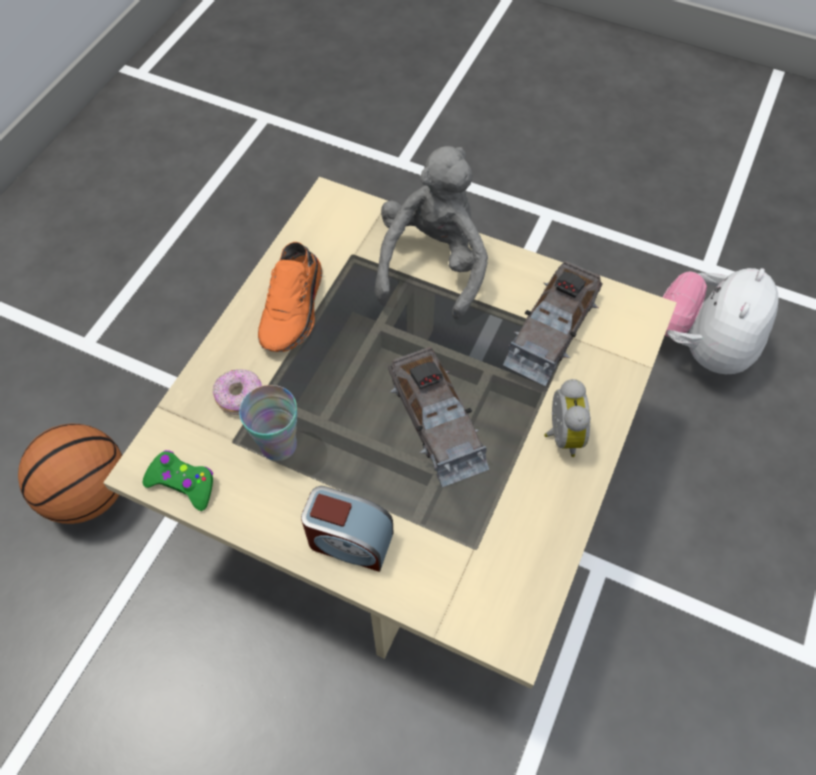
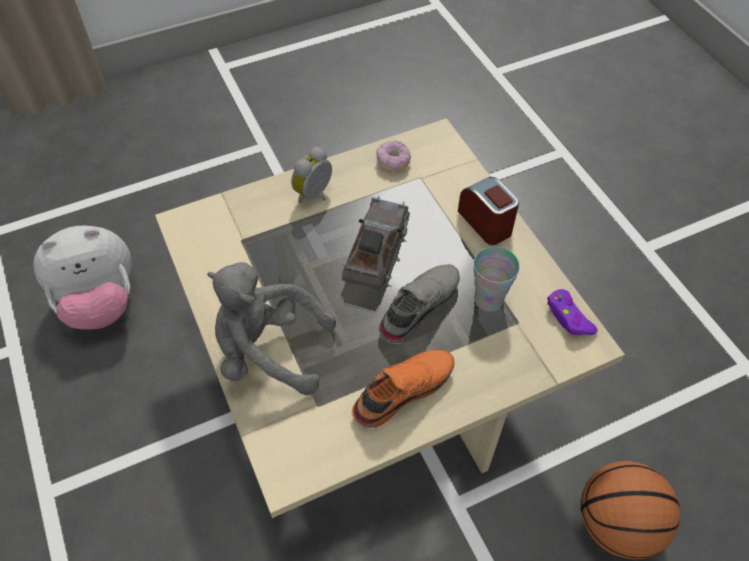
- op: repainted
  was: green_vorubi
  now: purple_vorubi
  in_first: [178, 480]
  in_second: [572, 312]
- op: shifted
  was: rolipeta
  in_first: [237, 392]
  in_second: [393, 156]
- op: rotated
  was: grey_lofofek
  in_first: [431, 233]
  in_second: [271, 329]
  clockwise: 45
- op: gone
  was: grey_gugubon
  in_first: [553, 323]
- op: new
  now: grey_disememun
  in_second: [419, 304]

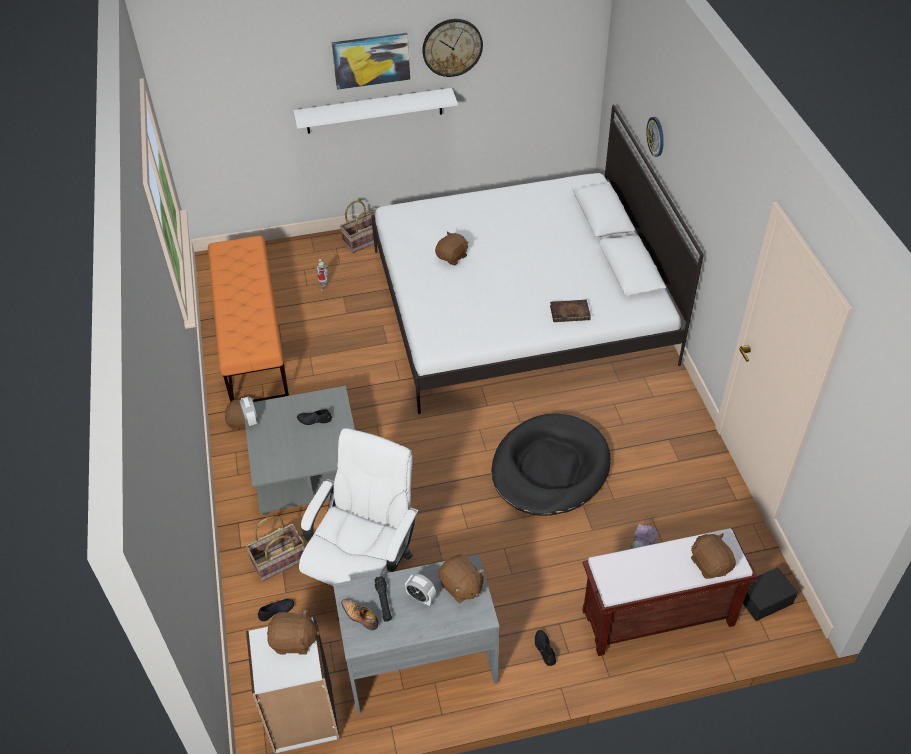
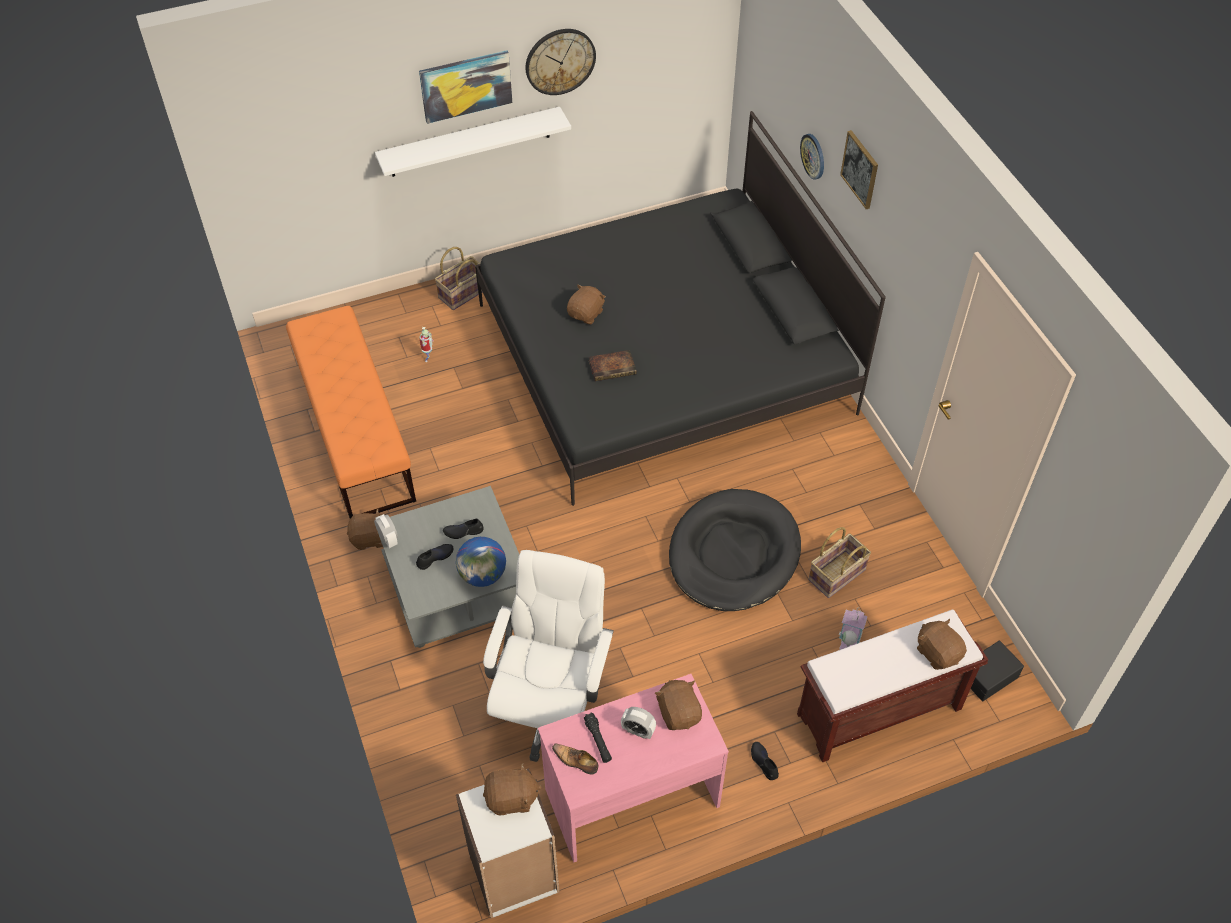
- op: shifted
  was: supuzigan
  in_first: [275, 548]
  in_second: [839, 562]
- op: shifted
  was: black_disememun
  in_first: [276, 610]
  in_second: [434, 557]
- op: repainted
  was: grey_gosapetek
  now: pink_gosapetek
  in_first: [416, 634]
  in_second: [633, 768]
- op: repainted
  was: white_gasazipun
  now: black_gasazipun
  in_first: [537, 259]
  in_second: [680, 308]
- op: rotated
  was: brown_lofofek
  in_first: [461, 579]
  in_second: [678, 705]
  clockwise: -150
- op: shifted
  was: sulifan
  in_first: [570, 311]
  in_second: [613, 365]
- op: new
  now: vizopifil
  in_second: [481, 562]
- op: new
  now: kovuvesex
  in_second: [859, 169]

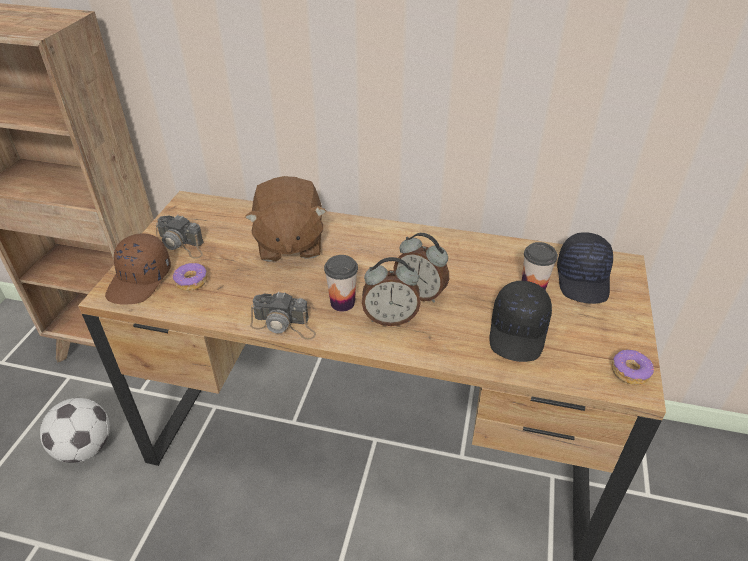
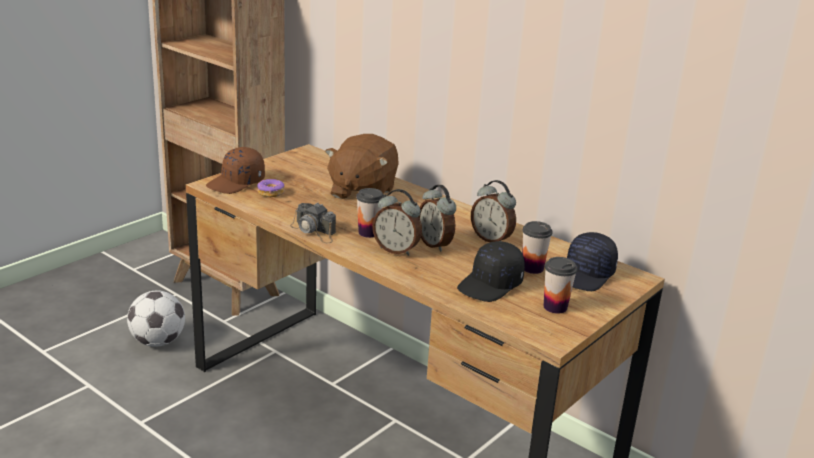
- op: gone
  was: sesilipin
  in_first: [180, 236]
- op: gone
  was: rolipeta
  in_first: [632, 367]
- op: new
  now: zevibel
  in_second: [493, 211]
- op: new
  now: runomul
  in_second: [560, 285]

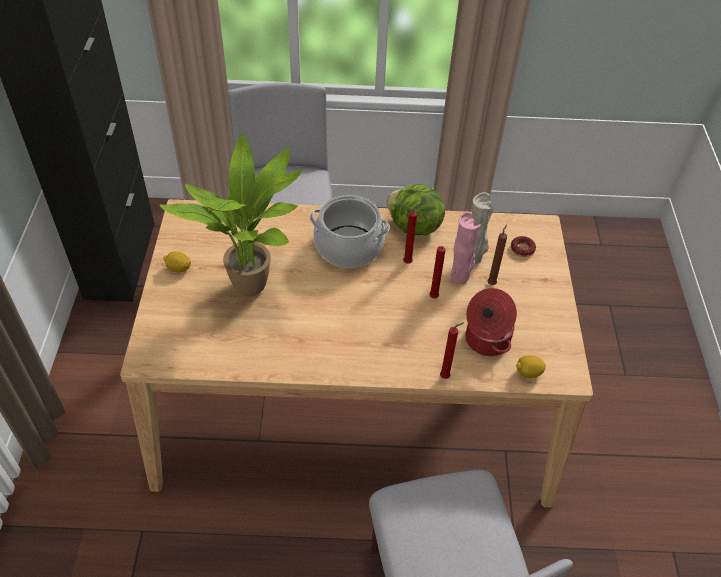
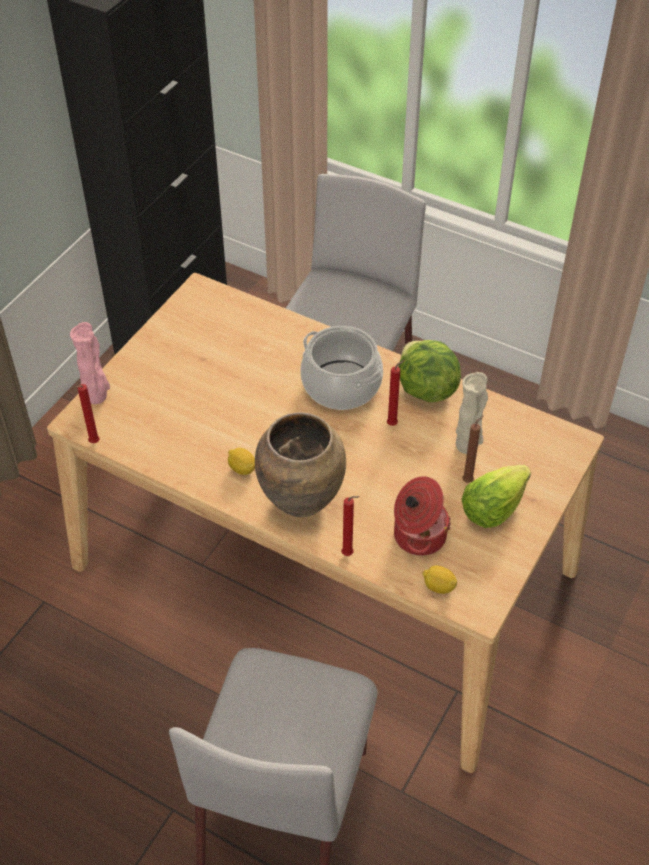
- op: gone
  was: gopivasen
  in_first: [231, 215]
- op: shifted
  was: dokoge
  in_first: [177, 261]
  in_second: [241, 461]
- op: shifted
  was: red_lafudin
  in_first: [437, 272]
  in_second: [87, 413]
- op: shifted
  was: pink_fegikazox
  in_first: [465, 247]
  in_second: [90, 363]
- op: gone
  was: rolipeta
  in_first: [523, 246]
- op: new
  now: brown_fegikazox
  in_second: [300, 464]
- op: new
  now: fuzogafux
  in_second: [496, 496]

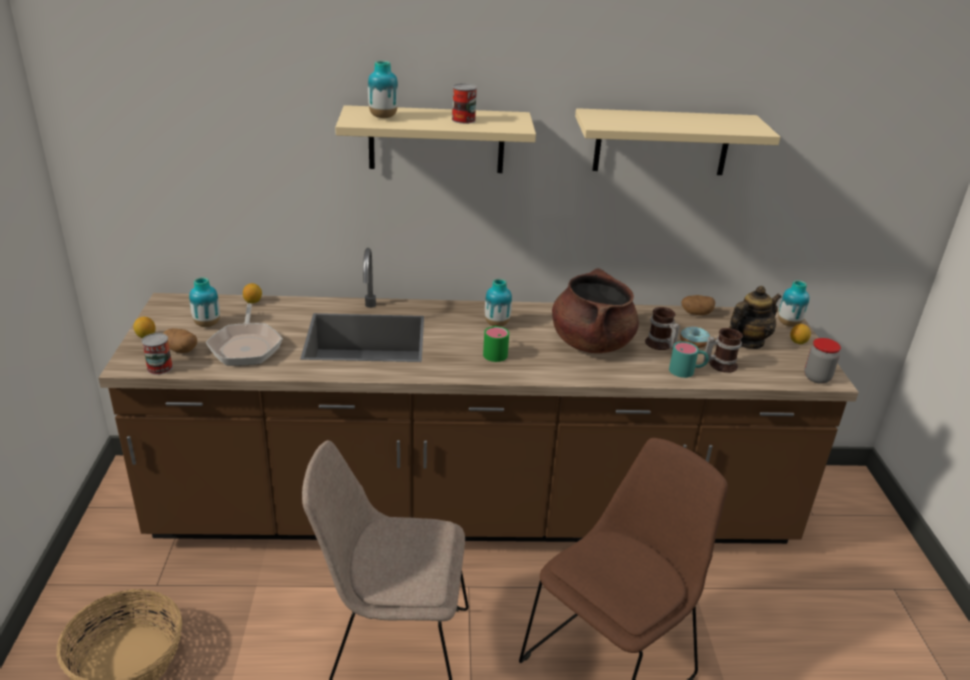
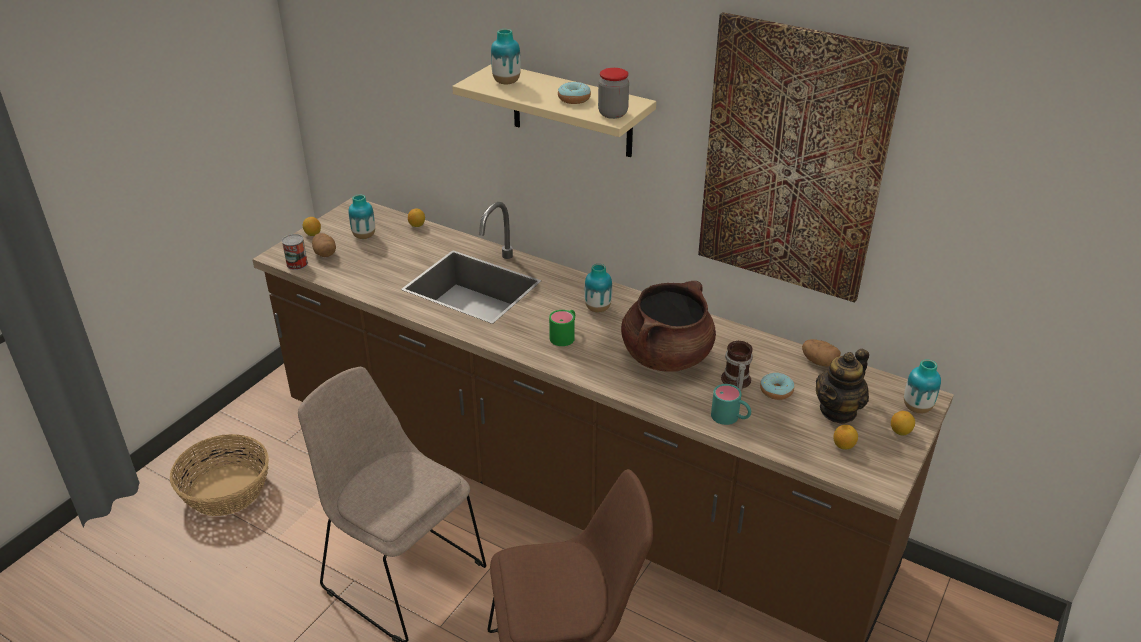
- op: gone
  was: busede
  in_first: [244, 335]
- op: swapped
  was: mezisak
  now: rolipeta
  in_first: [464, 103]
  in_second: [574, 93]
- op: swapped
  was: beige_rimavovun
  now: kovuvesex
  in_first: [677, 141]
  in_second: [803, 157]
- op: gone
  was: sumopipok
  in_first: [723, 350]
- op: rotated
  was: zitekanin
  in_first: [755, 317]
  in_second: [842, 386]
  clockwise: 135
- op: shifted
  was: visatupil
  in_first: [822, 361]
  in_second: [613, 93]
- op: new
  now: dokoge
  in_second: [846, 437]

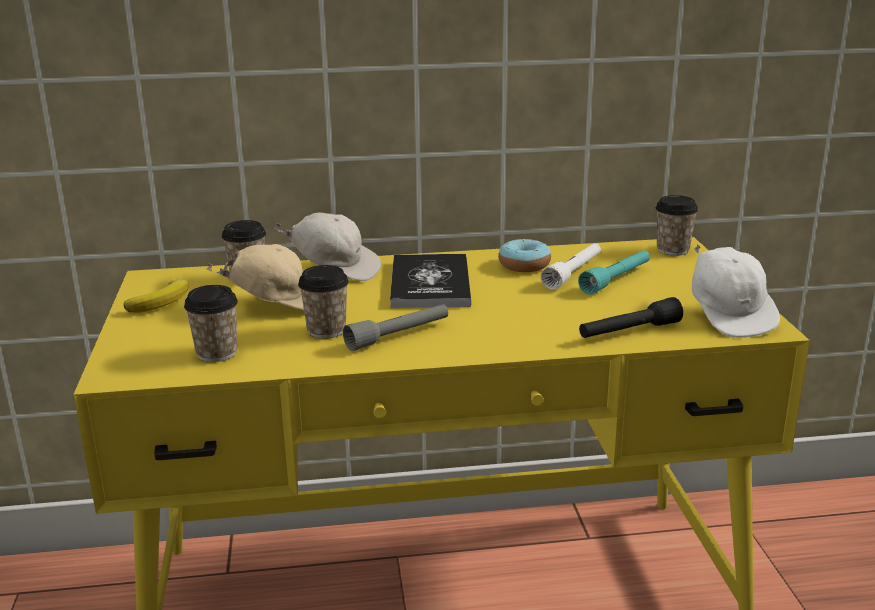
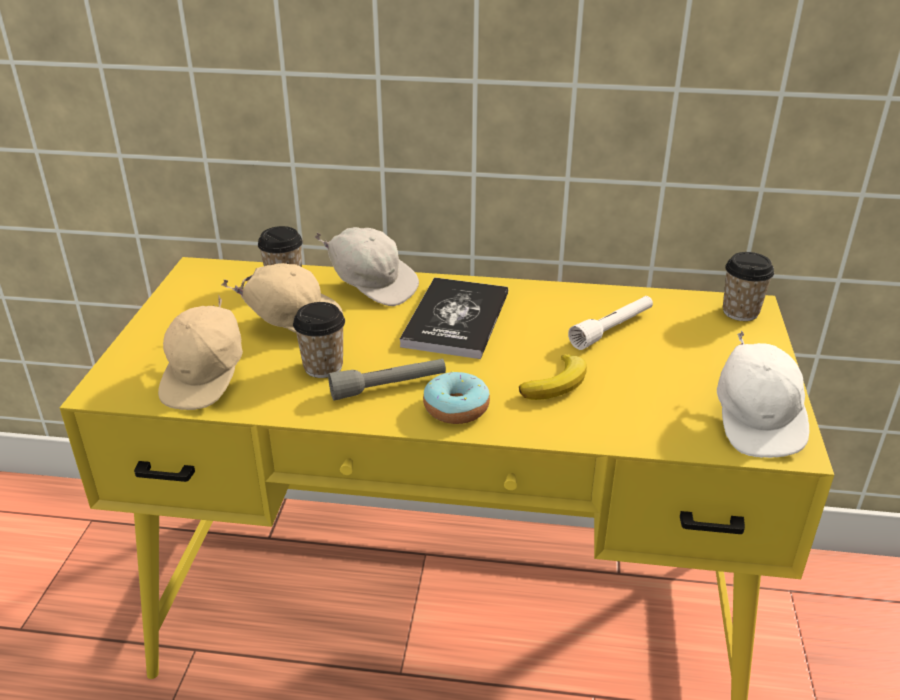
- op: shifted
  was: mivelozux
  in_first: [156, 296]
  in_second: [553, 377]
- op: swapped
  was: runomul
  now: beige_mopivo
  in_first: [211, 323]
  in_second: [200, 352]
- op: shifted
  was: rolipeta
  in_first: [524, 255]
  in_second: [456, 397]
- op: gone
  was: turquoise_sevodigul
  in_first: [614, 272]
- op: gone
  was: black_sevodigul
  in_first: [631, 317]

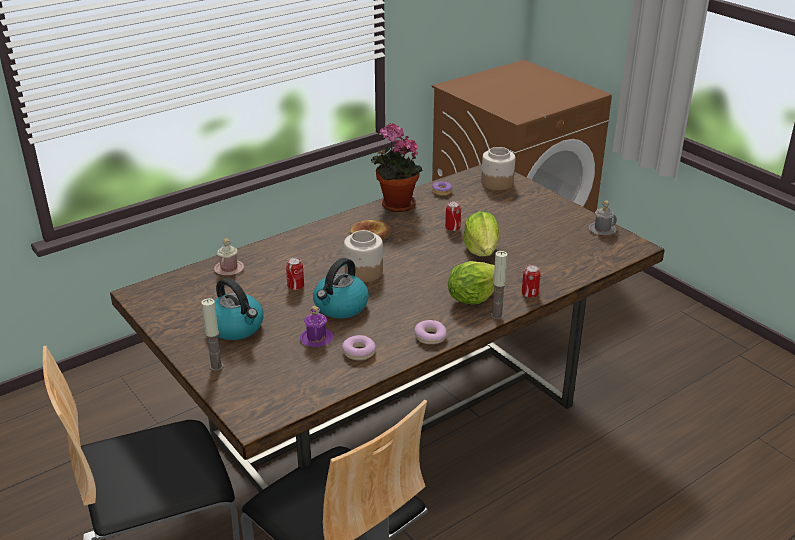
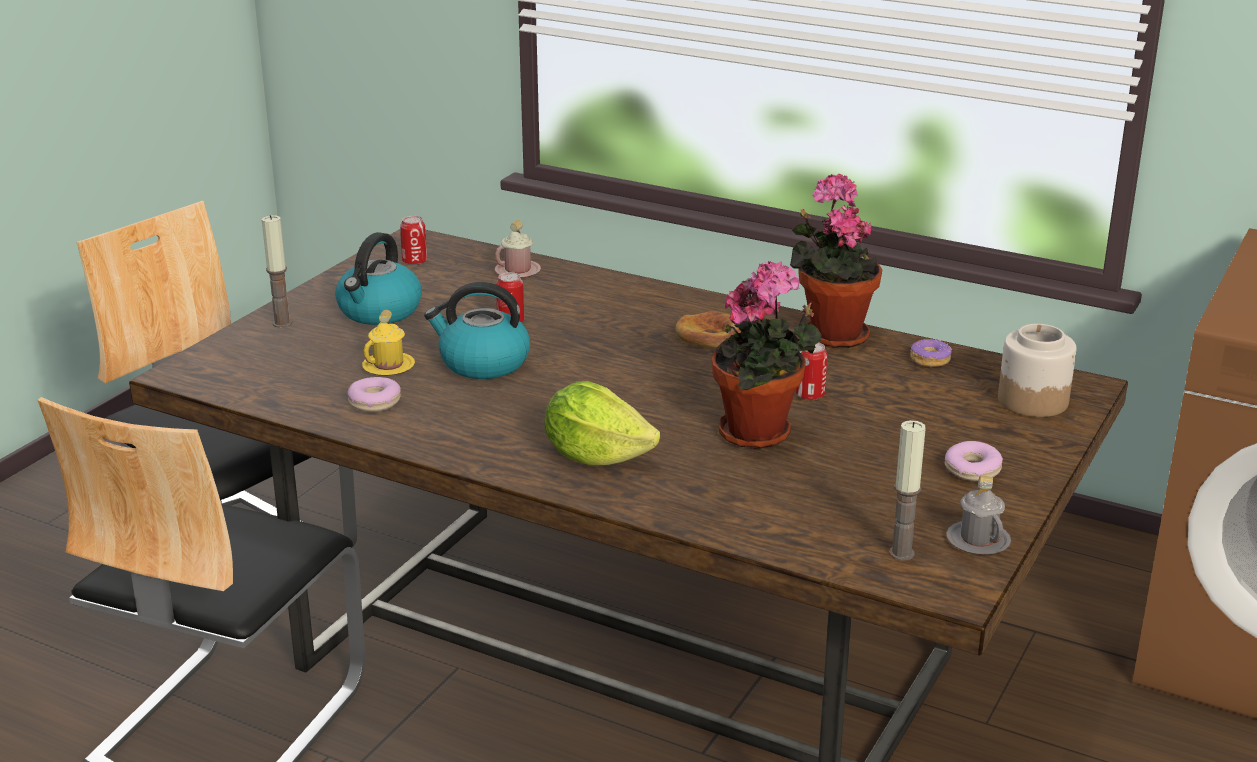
- op: repainted
  was: purple_sumopipok
  now: yellow_sumopipok
  in_first: [316, 326]
  in_second: [388, 343]
- op: gone
  was: visatupil
  in_first: [363, 256]
- op: shifted
  was: rolipeta
  in_first: [430, 332]
  in_second: [974, 461]
- op: swapped
  was: fuzogafux
  now: gopivasen
  in_first: [481, 234]
  in_second: [767, 355]
- op: shifted
  was: lafudin
  in_first: [499, 285]
  in_second: [907, 490]
- op: shifted
  was: mezisak
  in_first: [531, 281]
  in_second: [413, 241]

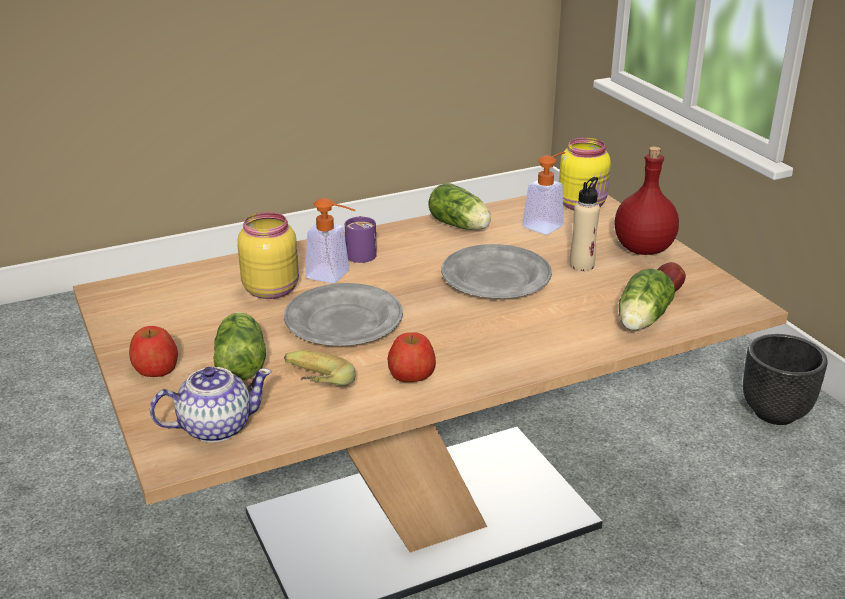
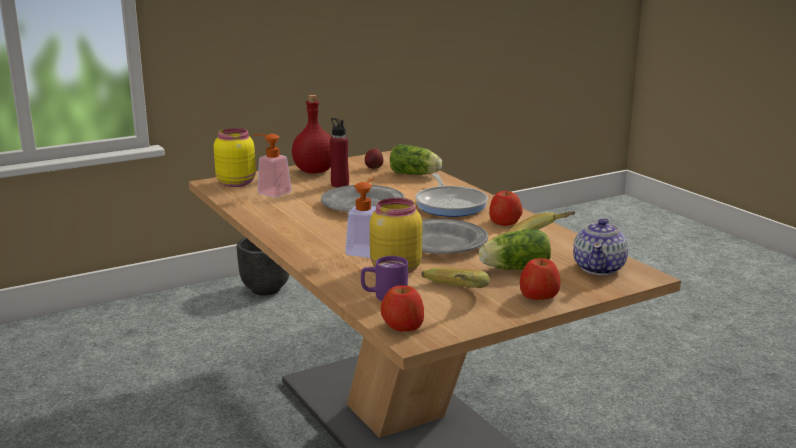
- op: rotated
  was: zitekanin
  in_first: [211, 405]
  in_second: [600, 246]
  clockwise: -135
- op: shifted
  was: purple_sumopipok
  in_first: [361, 239]
  in_second: [384, 278]
- op: gone
  was: fuzogafux
  in_first: [459, 206]
- op: repainted
  was: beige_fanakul
  now: red_fanakul
  in_first: [585, 224]
  in_second: [339, 153]
- op: new
  now: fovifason
  in_second: [402, 308]
- op: new
  now: busede
  in_second: [451, 195]
- op: new
  now: mivelozux
  in_second: [455, 277]

